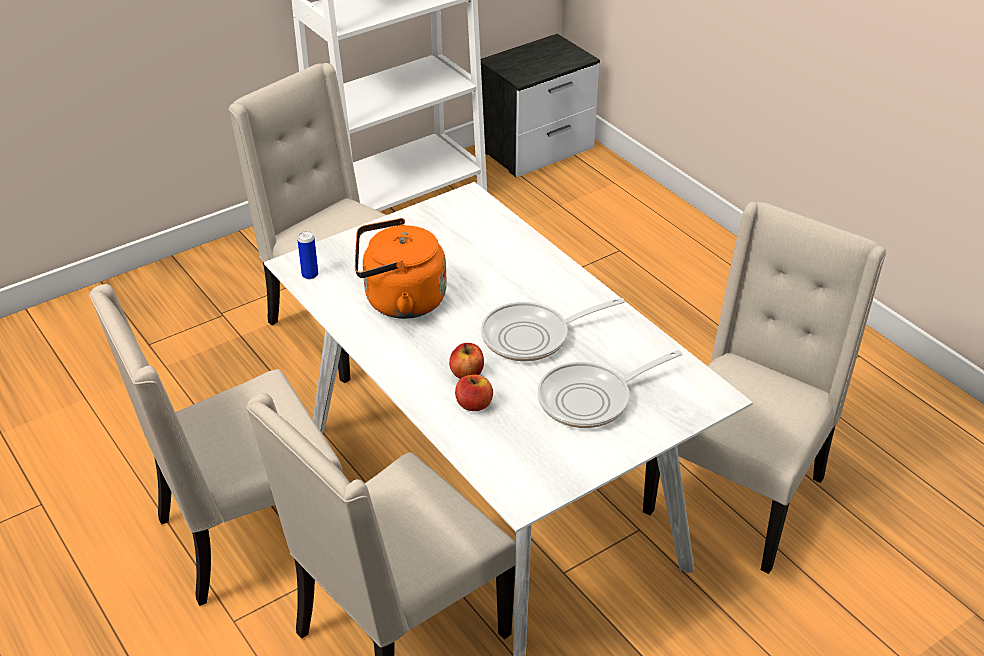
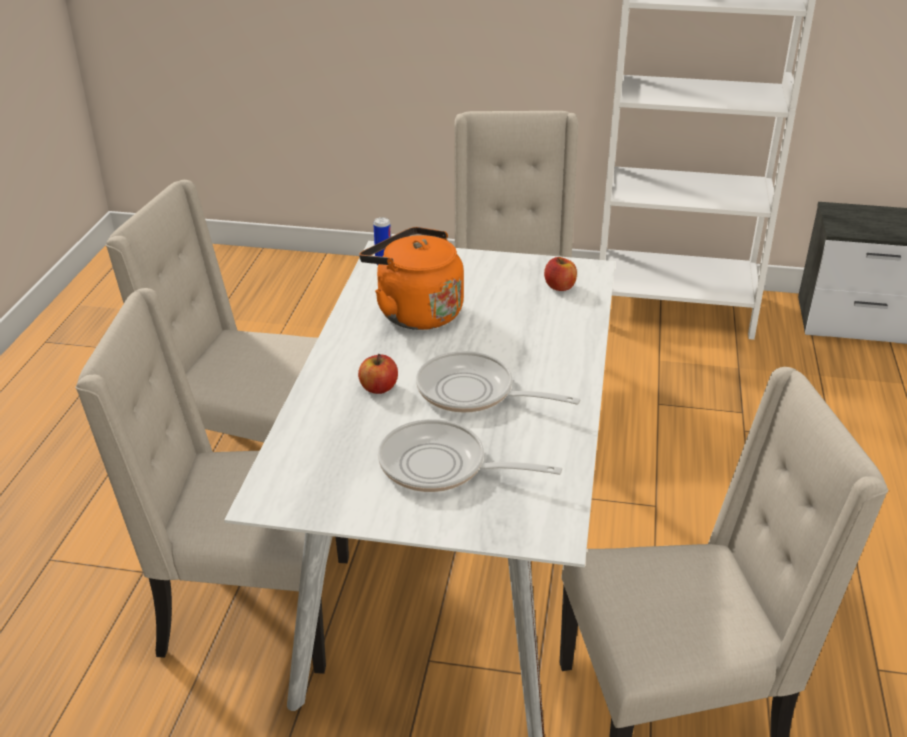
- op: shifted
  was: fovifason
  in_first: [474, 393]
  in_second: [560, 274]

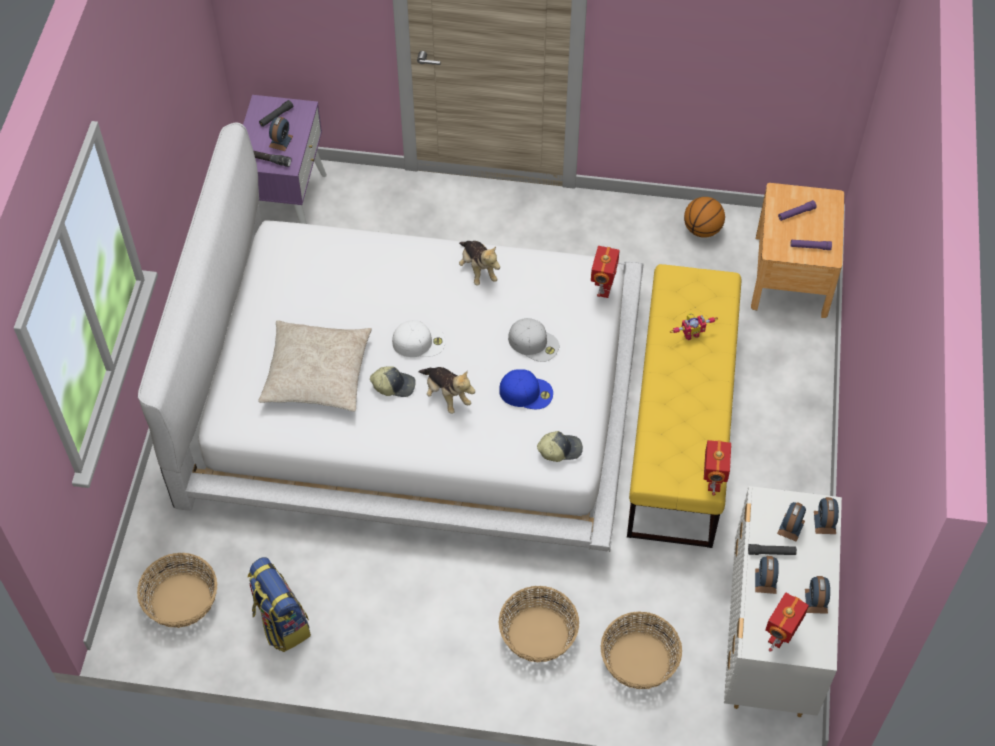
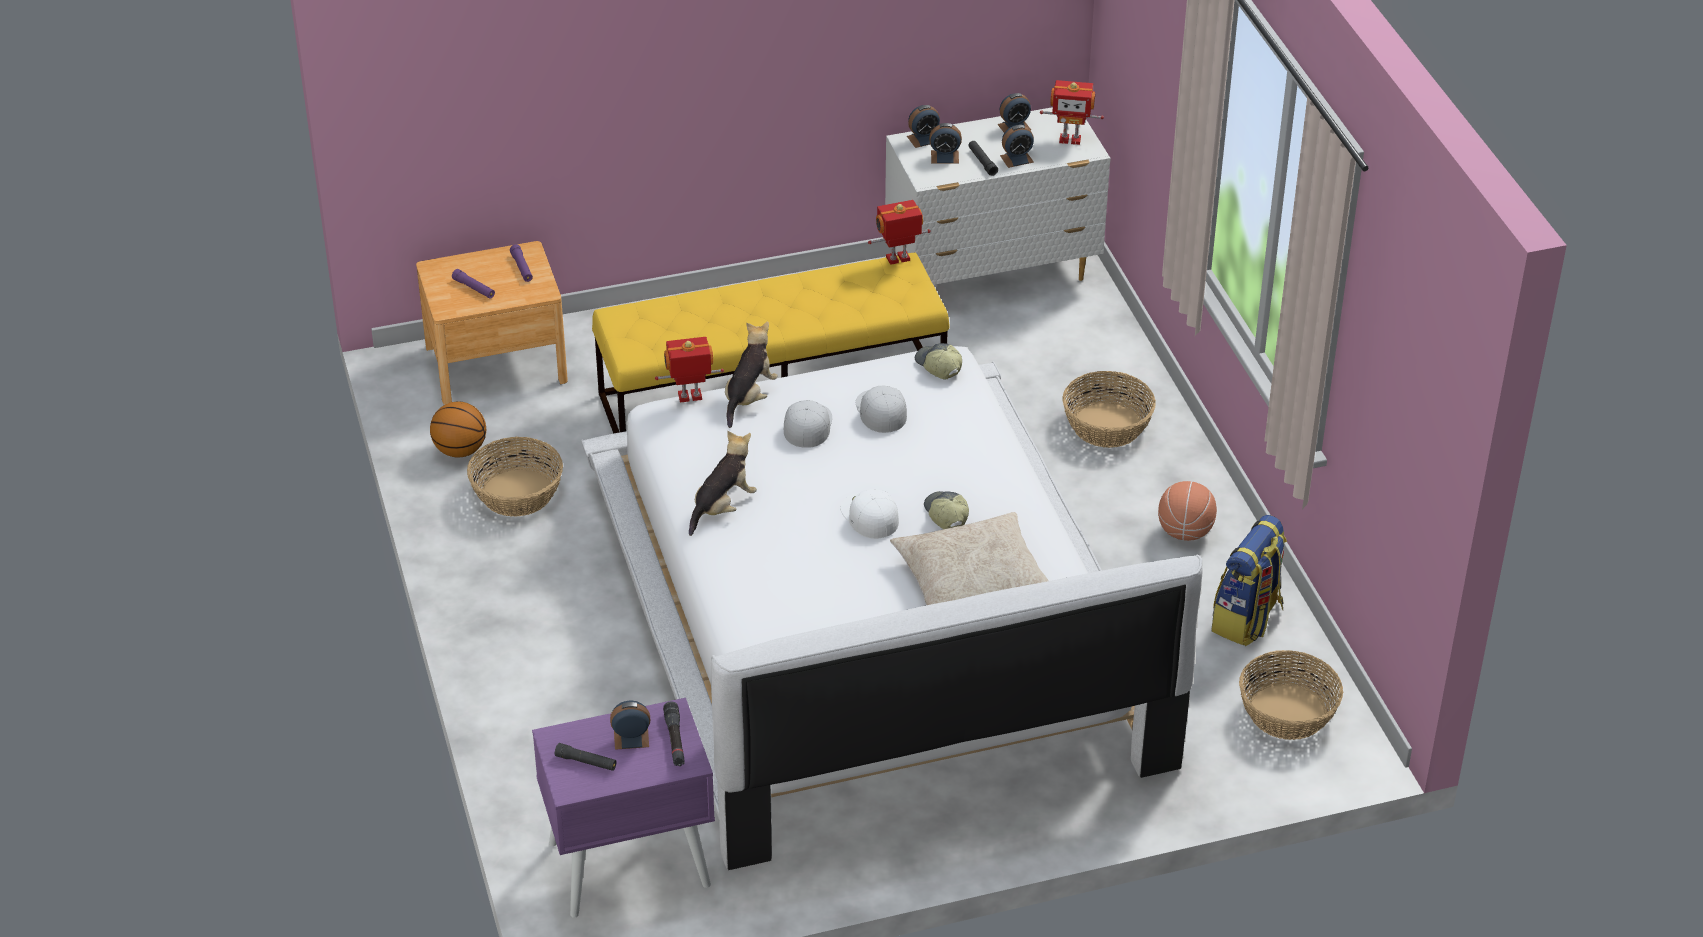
- op: shifted
  was: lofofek
  in_first: [446, 390]
  in_second: [751, 374]
- op: repainted
  was: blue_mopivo
  now: white_mopivo
  in_first: [526, 389]
  in_second: [881, 409]
- op: shifted
  was: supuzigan
  in_first: [641, 650]
  in_second: [515, 477]
- op: gone
  was: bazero
  in_first: [694, 326]
- op: new
  now: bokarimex
  in_second: [1187, 511]

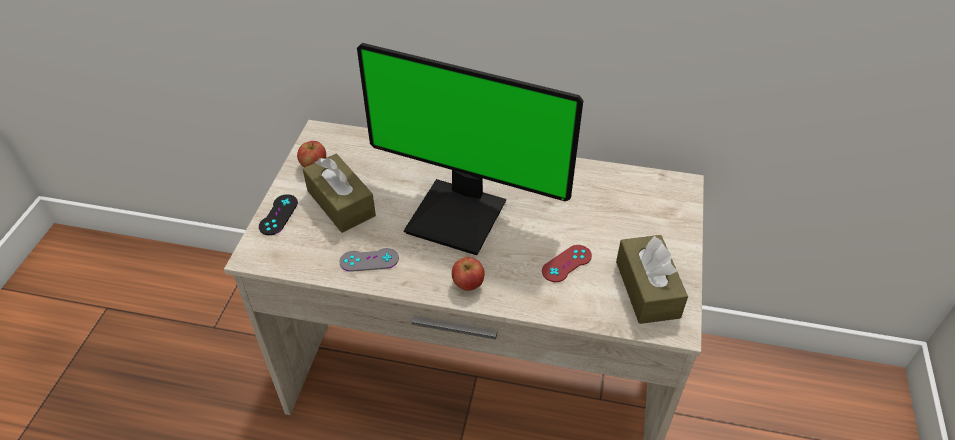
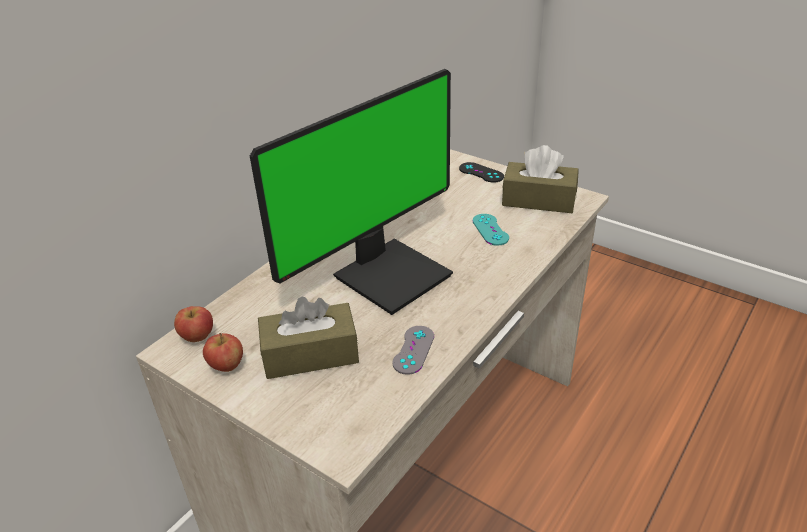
- op: shifted
  was: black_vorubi
  in_first: [278, 214]
  in_second: [481, 172]
- op: shifted
  was: fovifason
  in_first: [468, 274]
  in_second: [193, 324]
- op: repainted
  was: red_vorubi
  now: turquoise_vorubi
  in_first: [567, 263]
  in_second: [491, 230]

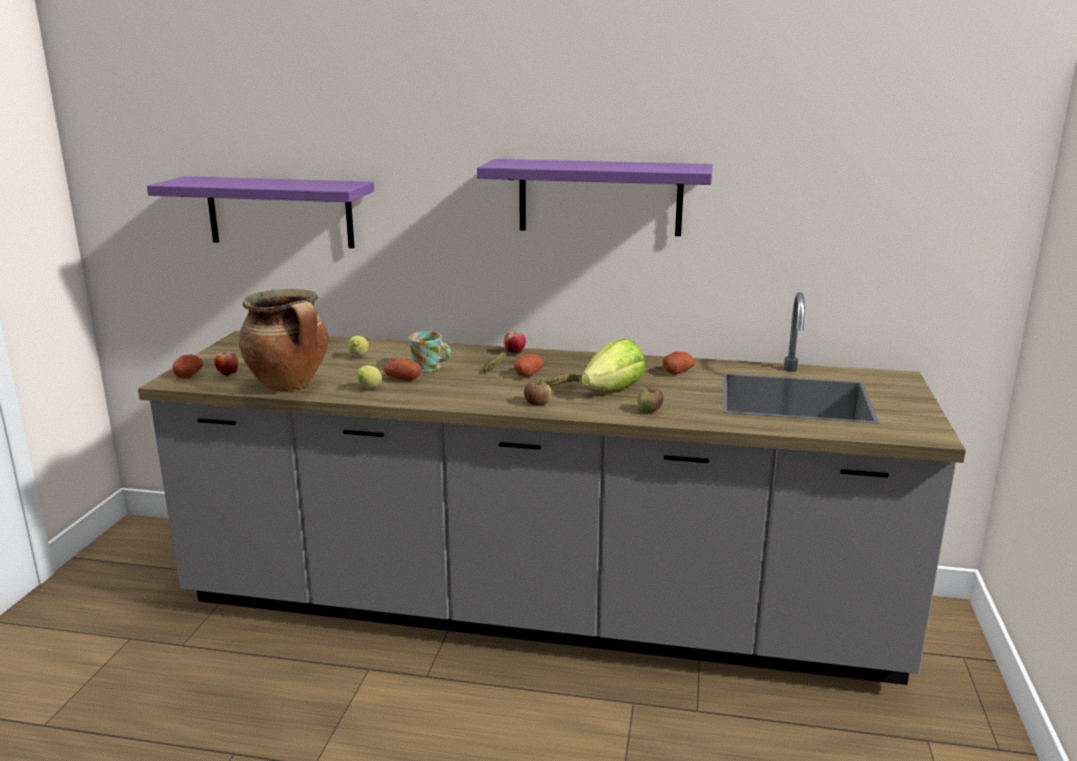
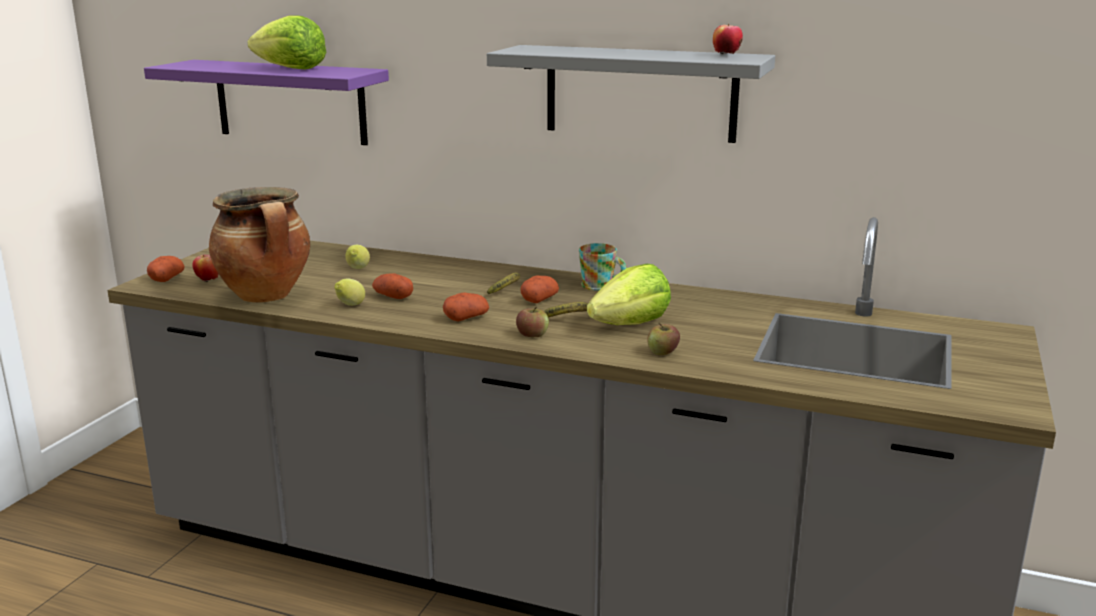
- op: shifted
  was: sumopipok
  in_first: [430, 351]
  in_second: [603, 267]
- op: repainted
  was: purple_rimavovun
  now: grey_rimavovun
  in_first: [595, 197]
  in_second: [631, 94]
- op: shifted
  was: fovifason
  in_first: [515, 342]
  in_second: [728, 39]
- op: shifted
  was: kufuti
  in_first: [678, 363]
  in_second: [466, 306]
- op: new
  now: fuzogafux
  in_second: [287, 42]

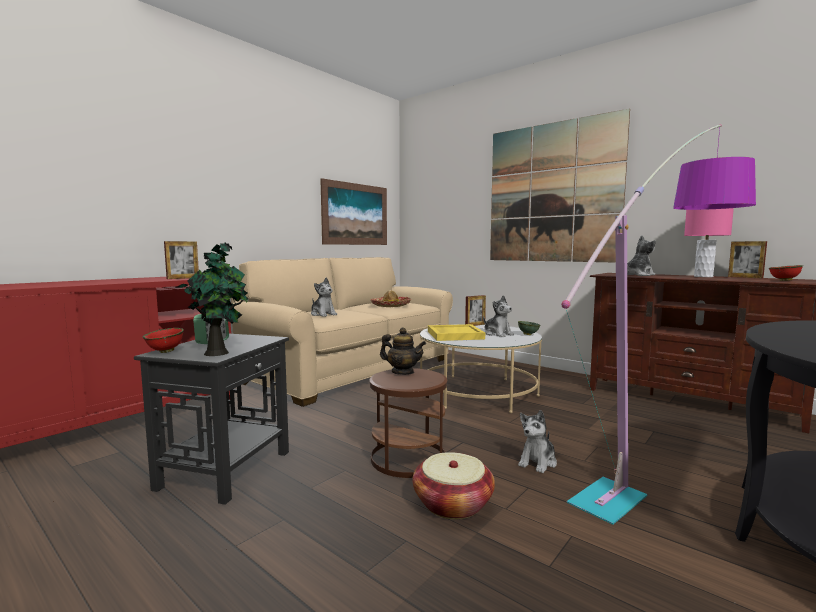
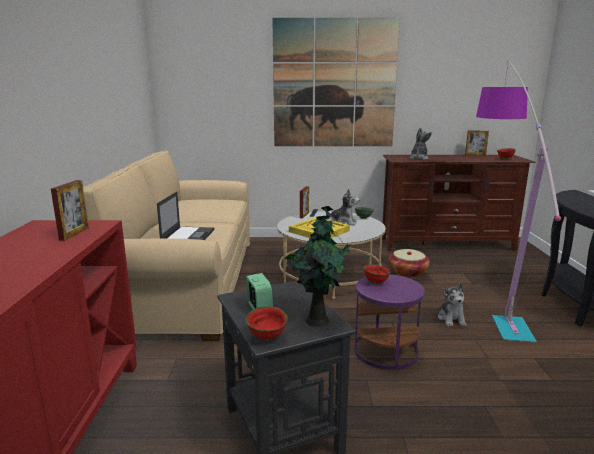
- op: swapped
  was: lofofek
  now: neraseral
  in_first: [324, 297]
  in_second: [186, 216]
- op: gone
  was: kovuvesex
  in_first: [353, 211]
- op: repainted
  was: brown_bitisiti
  now: purple_bitisiti
  in_first: [408, 423]
  in_second: [389, 322]
- op: gone
  was: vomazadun
  in_first: [390, 298]
- op: swapped
  was: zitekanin
  now: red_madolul
  in_first: [403, 351]
  in_second: [377, 275]
- op: shifted
  was: supuzigan
  in_first: [453, 485]
  in_second: [409, 263]
- op: gone
  was: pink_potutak
  in_first: [709, 242]

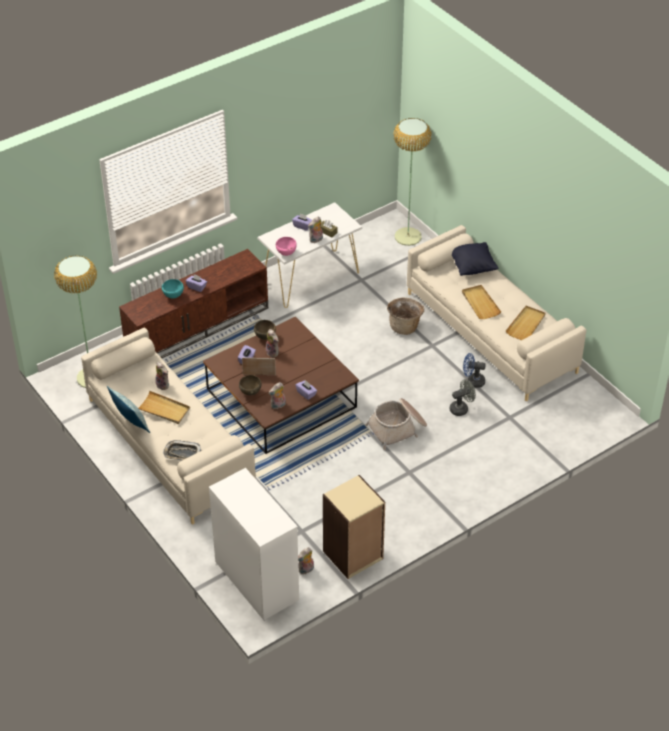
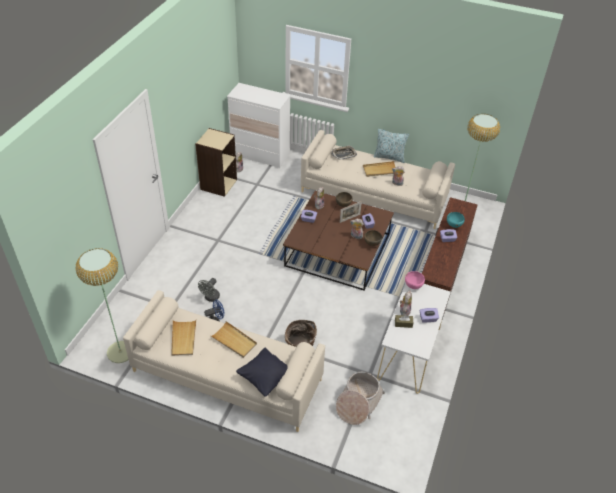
- op: shifted
  was: supuzigan
  in_first: [396, 424]
  in_second: [360, 398]
- op: shifted
  was: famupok
  in_first: [412, 182]
  in_second: [102, 305]

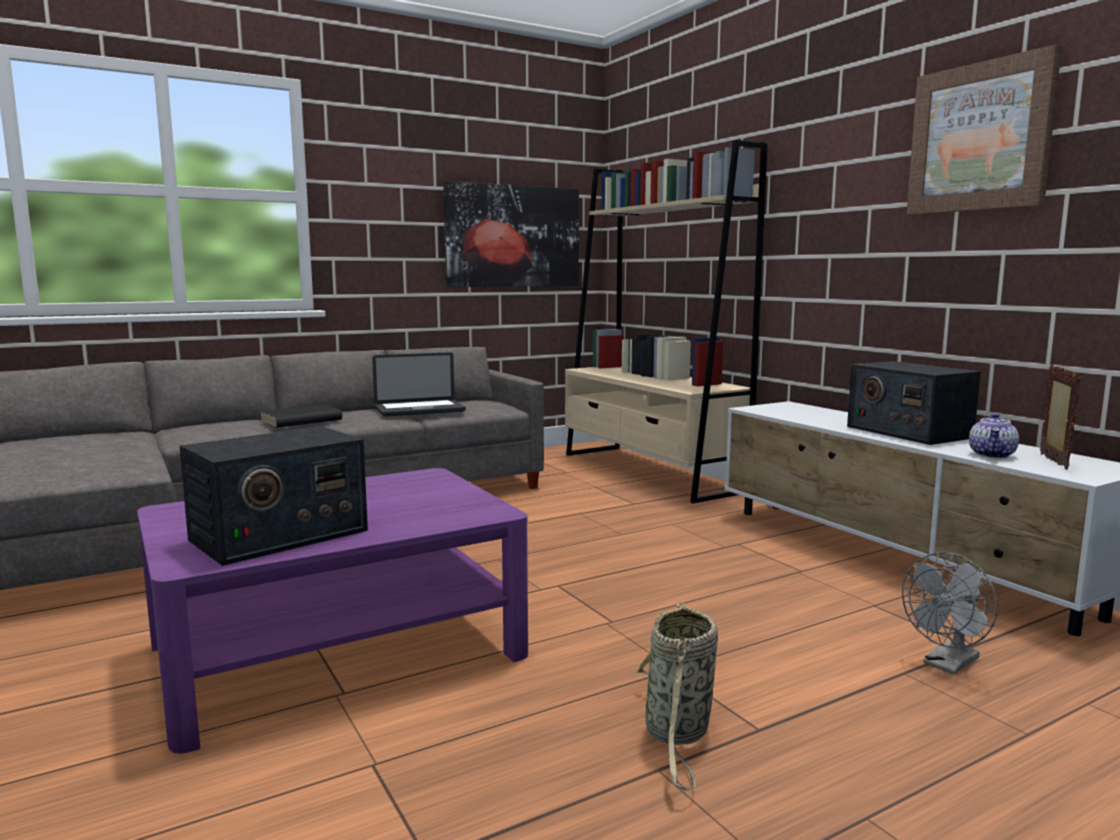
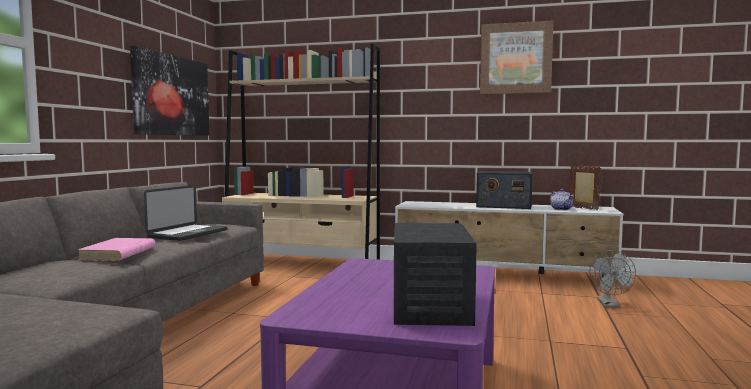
- op: repainted
  was: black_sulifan
  now: pink_sulifan
  in_first: [300, 416]
  in_second: [116, 249]
- op: gone
  was: supuzigan
  in_first: [675, 696]

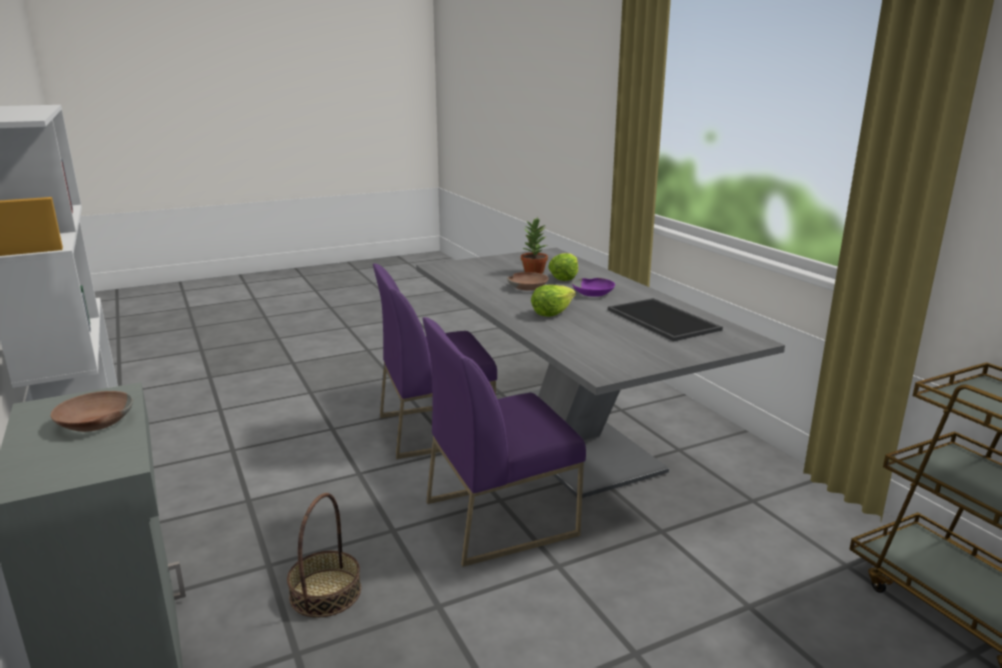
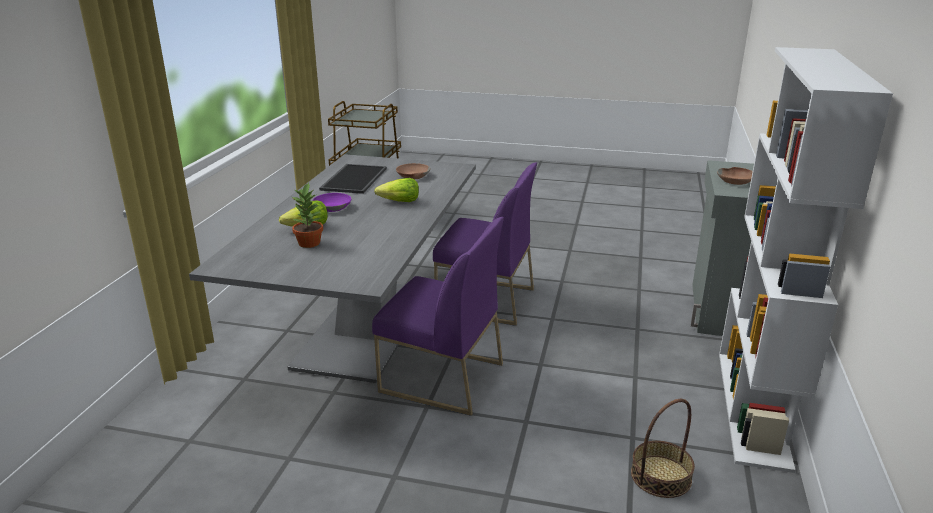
- op: shifted
  was: supuzigan
  in_first: [324, 555]
  in_second: [663, 448]
- op: shifted
  was: brown_madolul
  in_first: [528, 281]
  in_second: [413, 171]

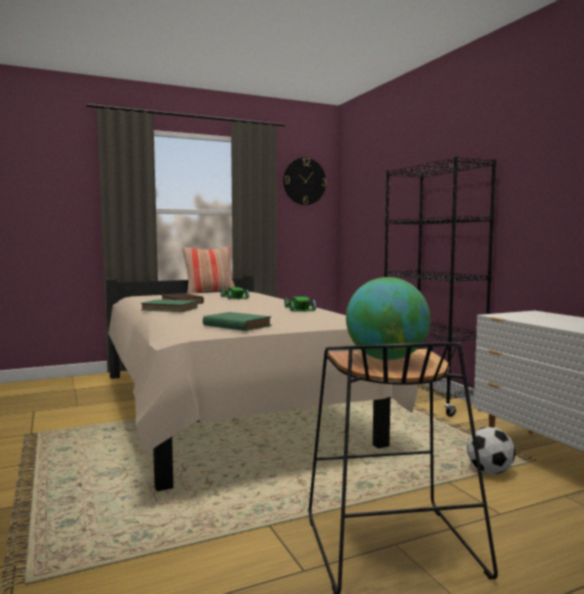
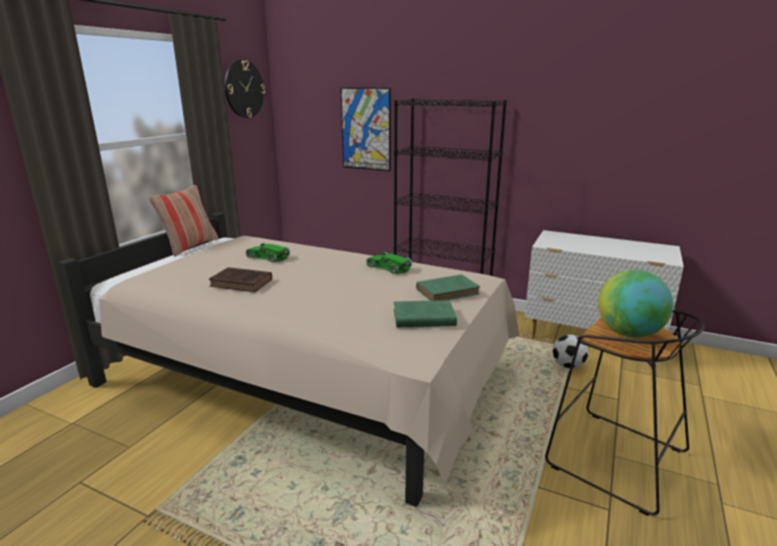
- op: shifted
  was: green_sulifan
  in_first: [169, 305]
  in_second: [448, 287]
- op: new
  now: kovuvesex
  in_second: [365, 129]

